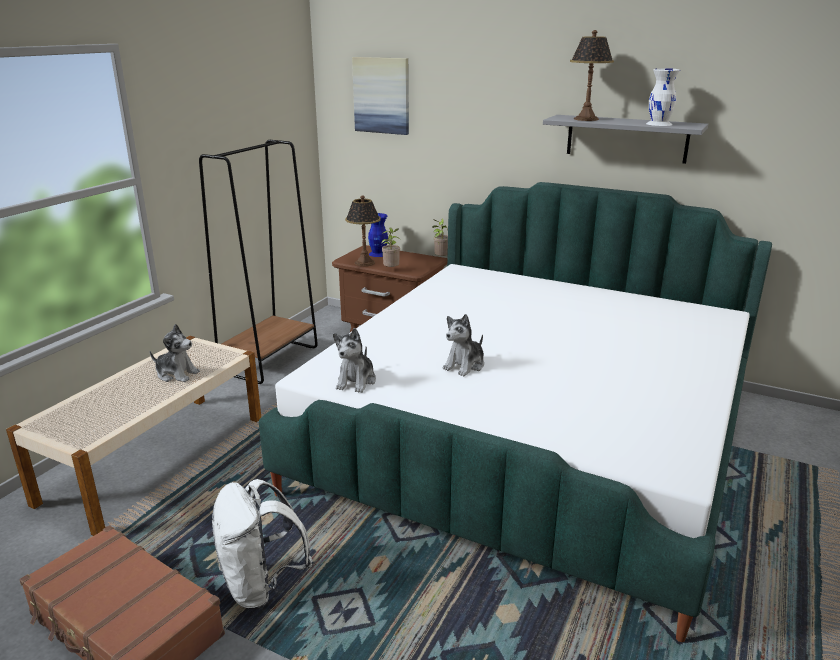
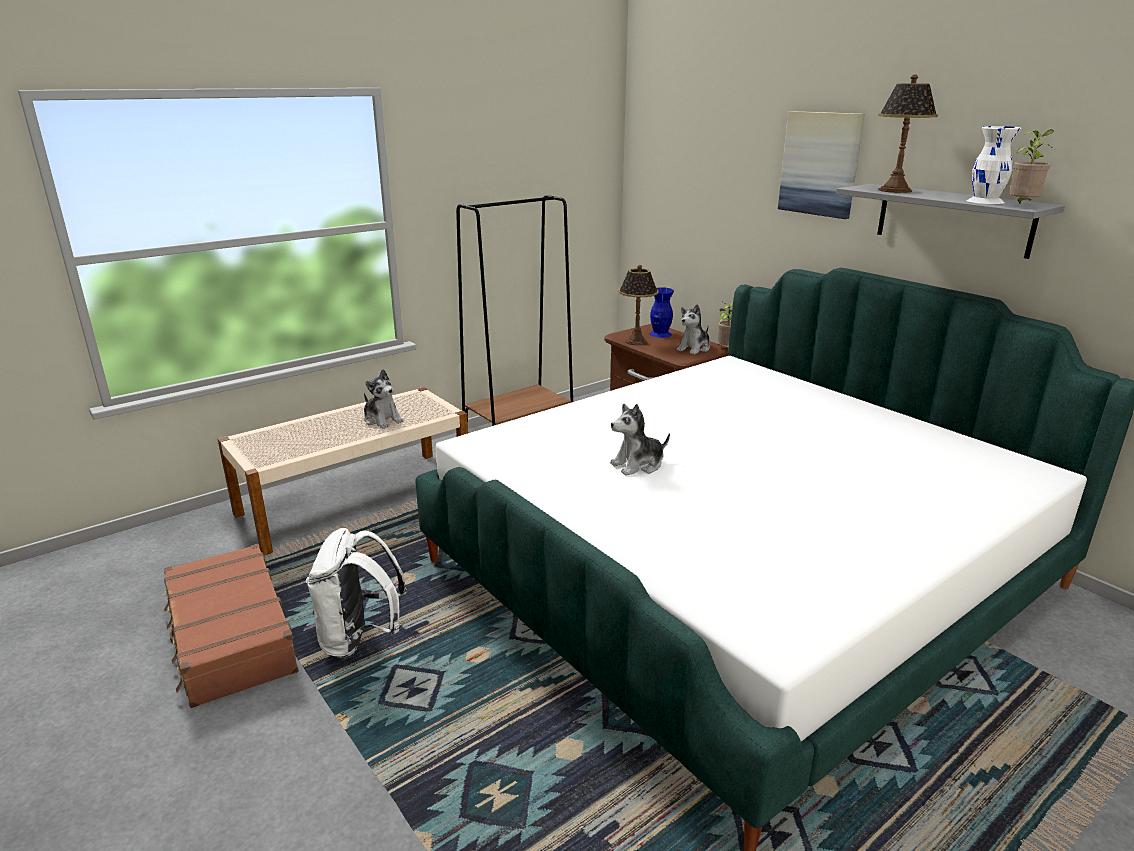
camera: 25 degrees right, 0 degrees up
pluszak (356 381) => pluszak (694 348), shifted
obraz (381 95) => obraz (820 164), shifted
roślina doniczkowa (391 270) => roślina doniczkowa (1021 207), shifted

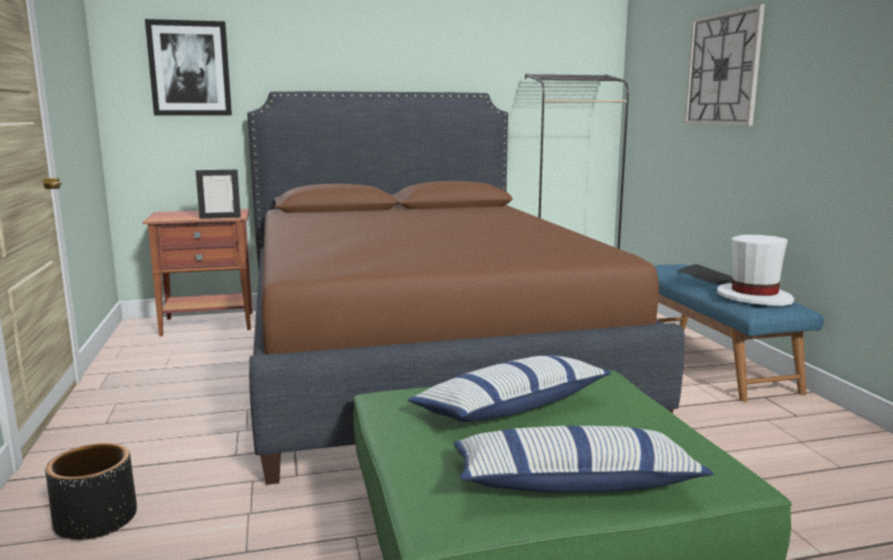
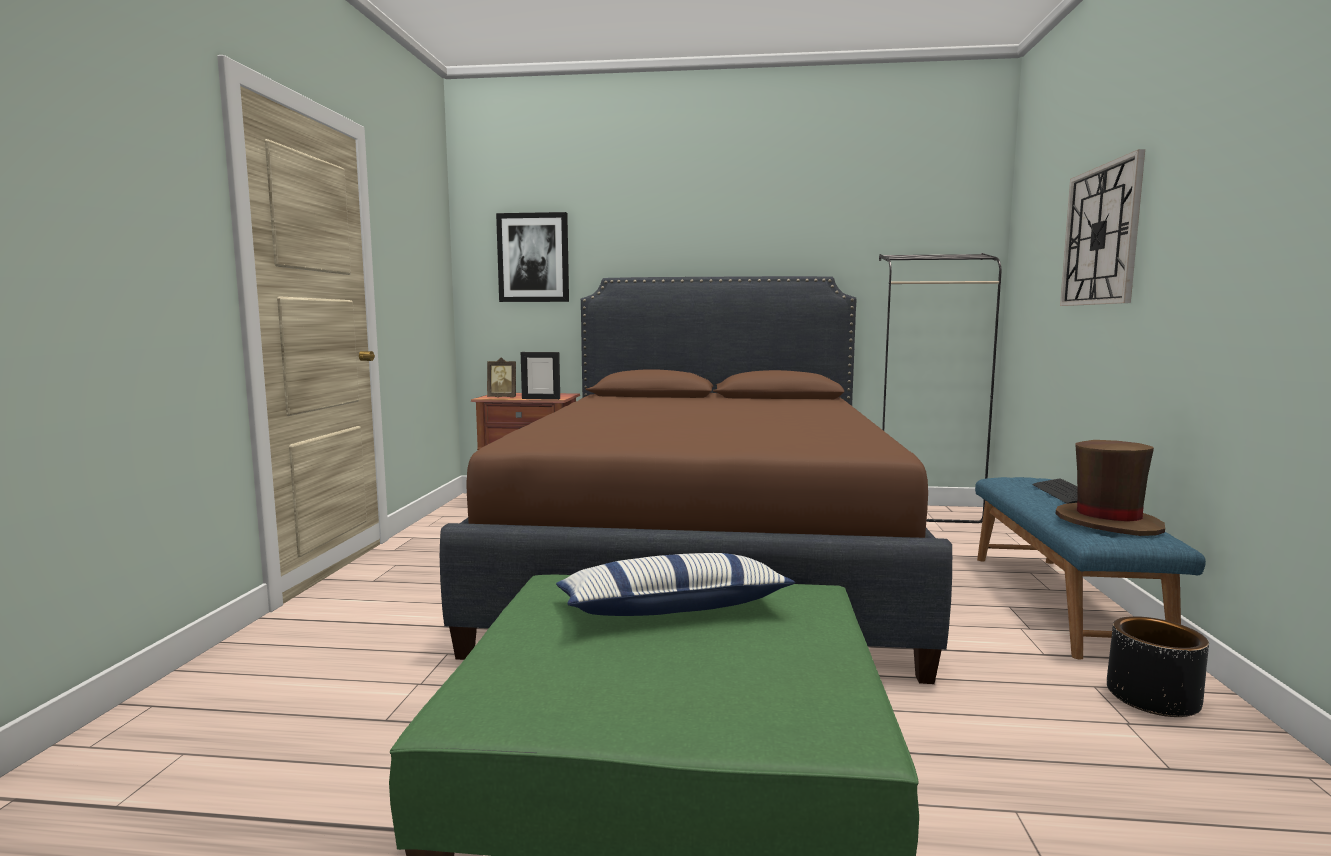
camera: 20 degrees right, 5 degrees down
nothing => ramka na zdjęcie (503 397)
kapelusz [biały] (754 297) => kapelusz [brązowy] (1107 522)
donica [czarny] (97 520) => donica [czarny] (1153 698), shifted
poduszka (572 483) => nothing

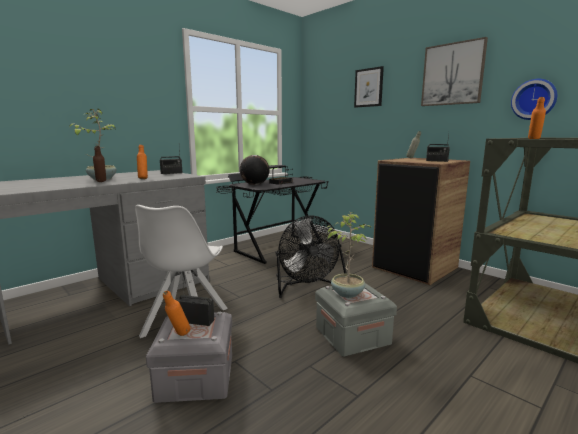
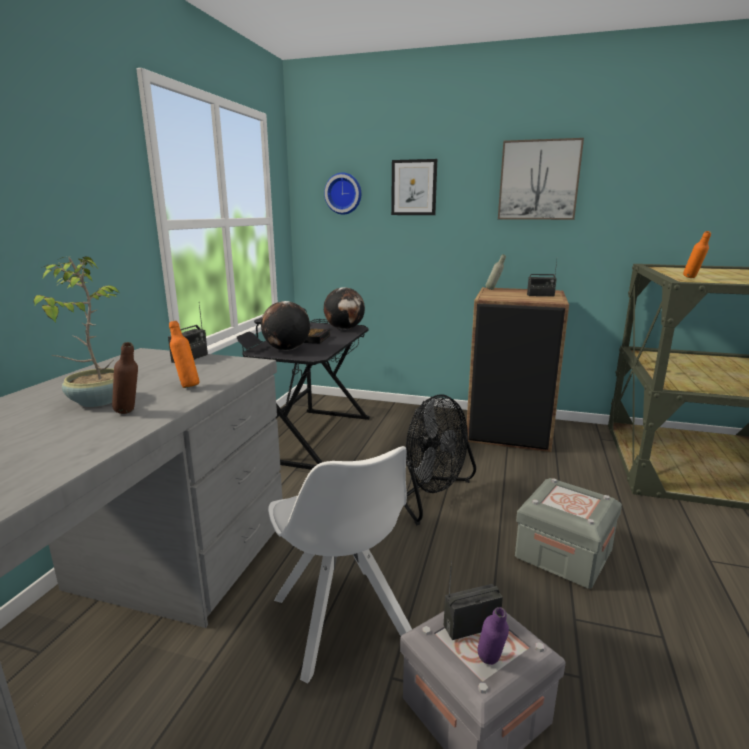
camera: 30 degrees left, 5 degrees up
zegar ścienny (534 99) => zegar ścienny (344 193), shifted
nothing => globus (344 329)
butelka [pomarańczowy] (178 336) => butelka [fioletowy] (490 667)
roślina doniczkowa (347 293) => nothing

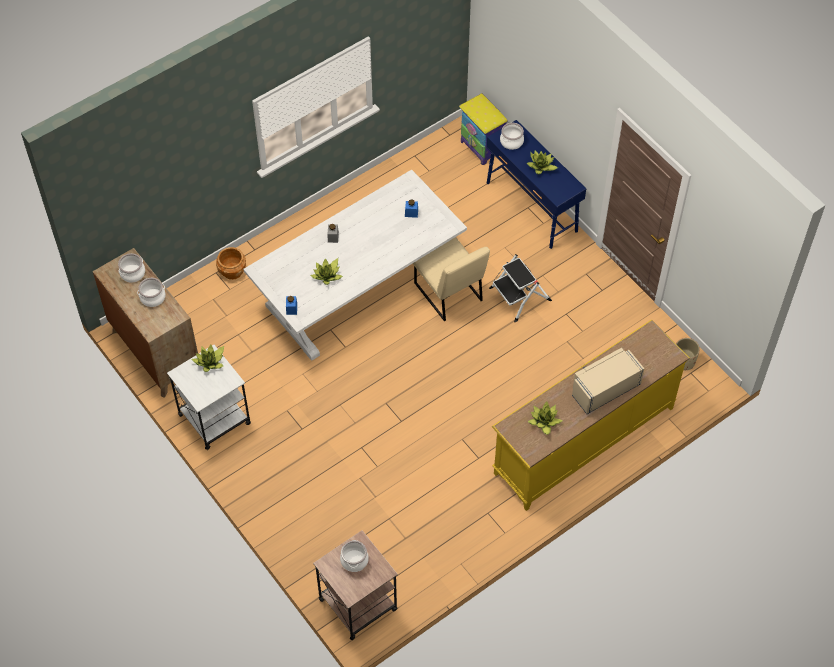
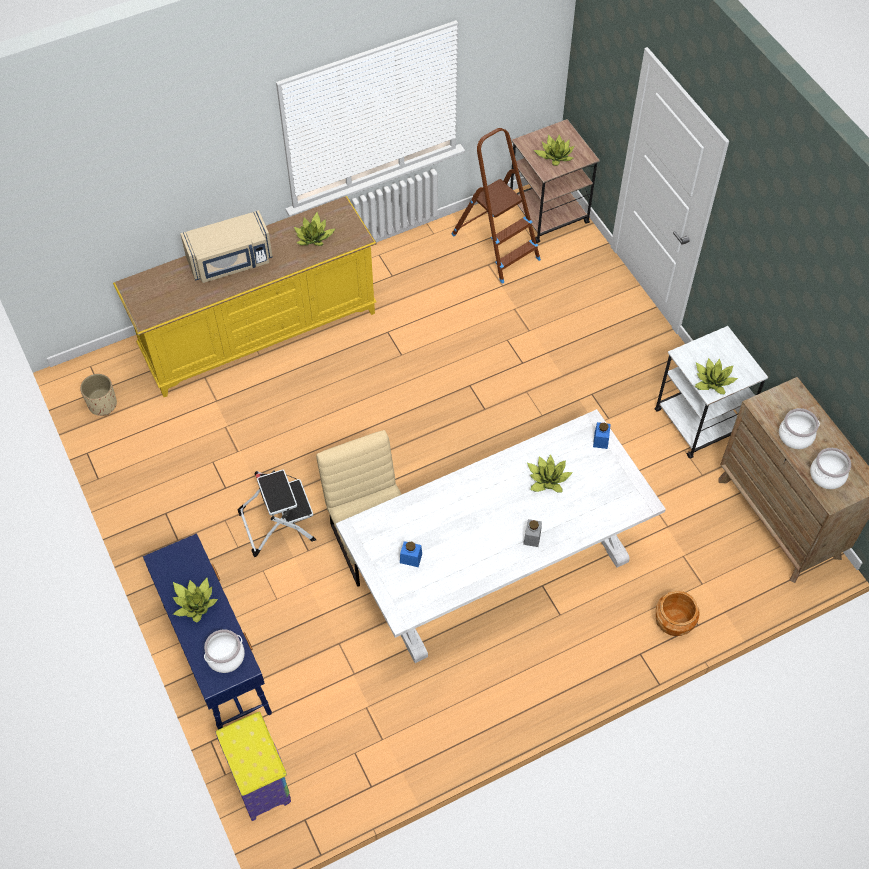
camera: 170 degrees left, 0 degrees up
nothing => drabinka [brązowy] (496 247)
garnek (354 560) => roślina doniczkowa (555 156)

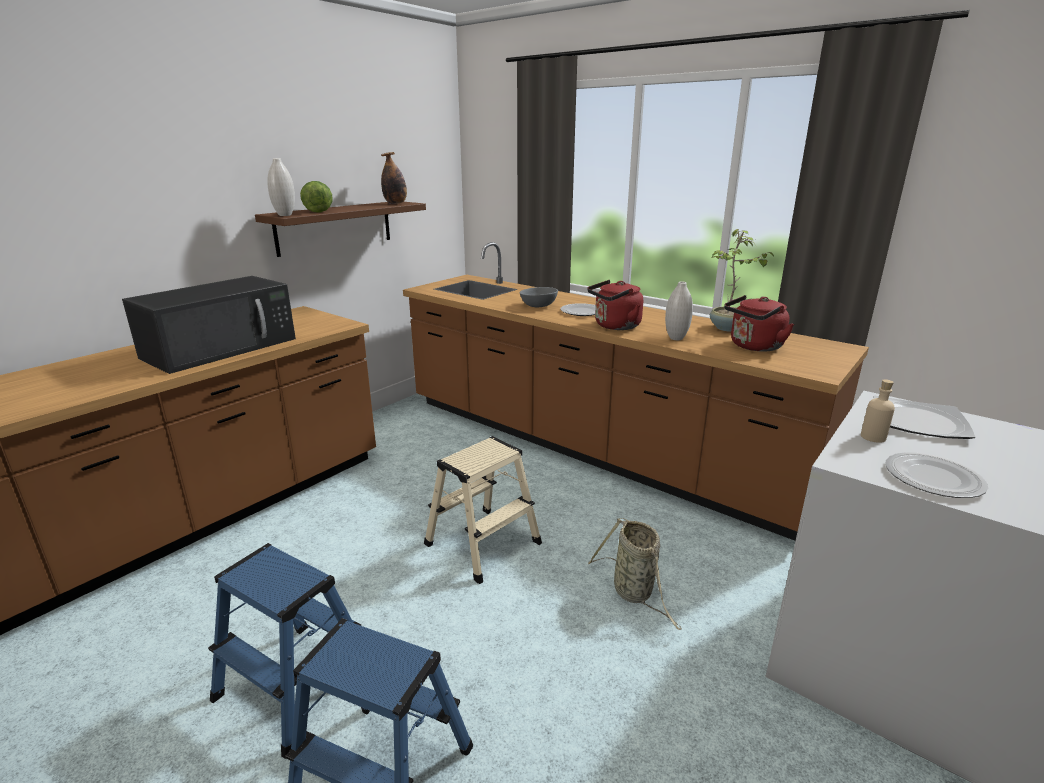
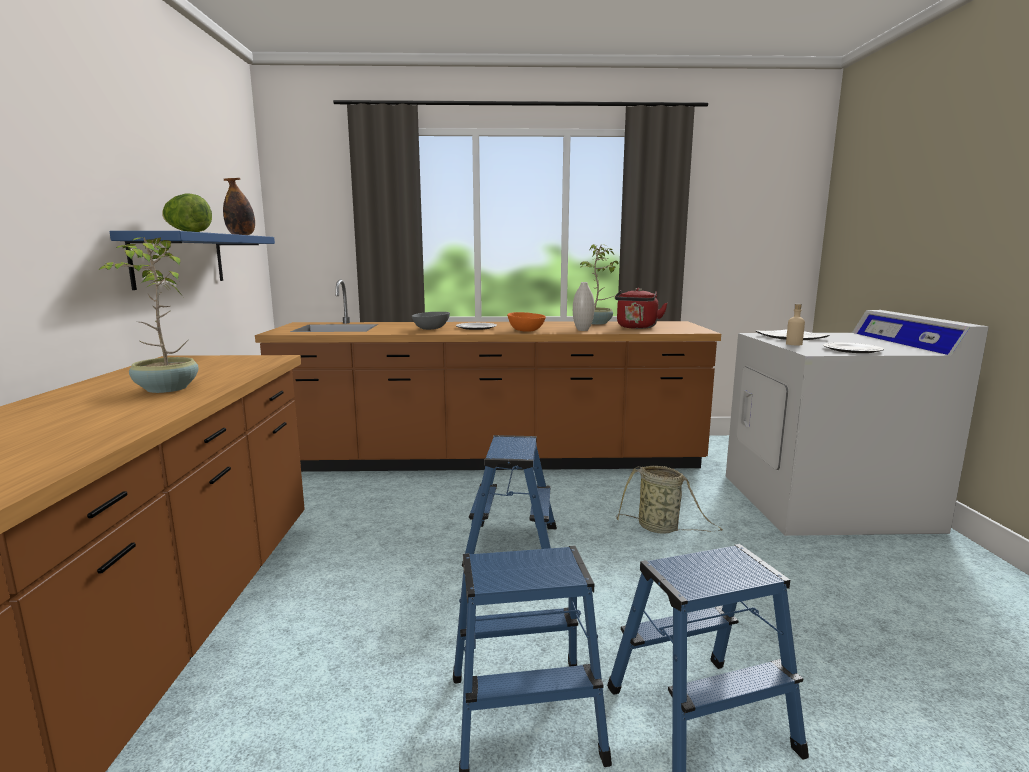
camera: 40 degrees left, 10 degrees down
mikrofalówka [czarny] (222 347) => roślina doniczkowa (165 389)
półka [brązowy] (335 227) => półka [niebieski] (180 259)
drabinka [beżowy] (482 543) => drabinka [niebieski] (512 546)
czajnik [czerwony] (615 326) => miska [pomarańczowy] (525 330)
wazon [biały] (285 215) => nothing

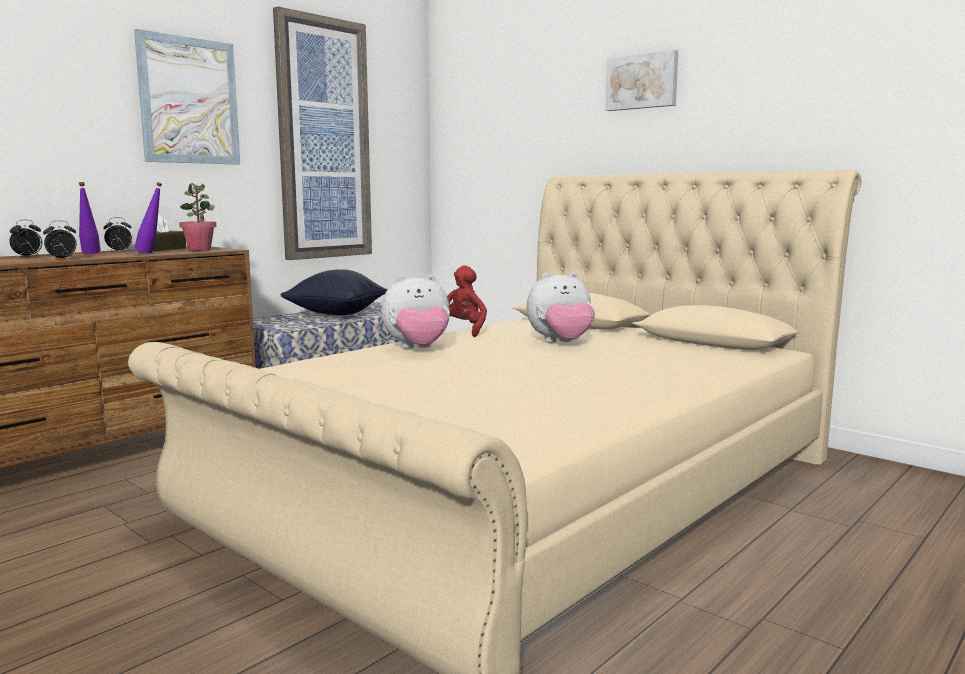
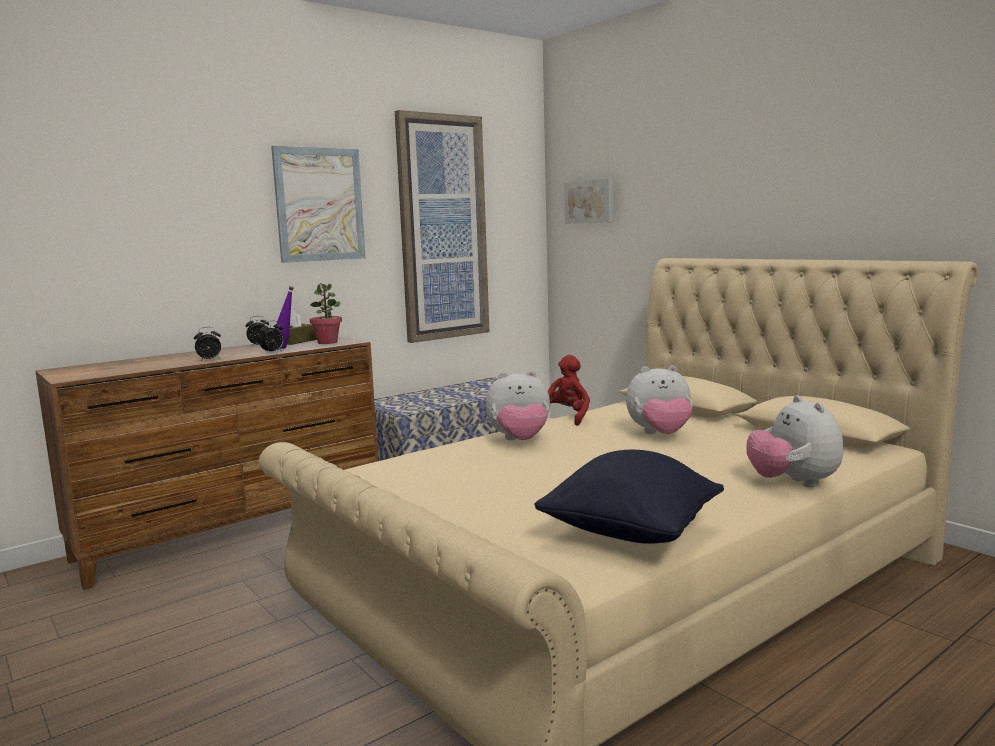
camera: 10 degrees right, 0 degrees up
budzik (28 256) => budzik (273 352), shifted
poduszka [czarny] (336 315) => poduszka [czarny] (630 535), shifted
obraz (642 82) => obraz (590 201), shifted
nothing => pluszak (793 483)
butelka [fioletowy] (90 254) => nothing

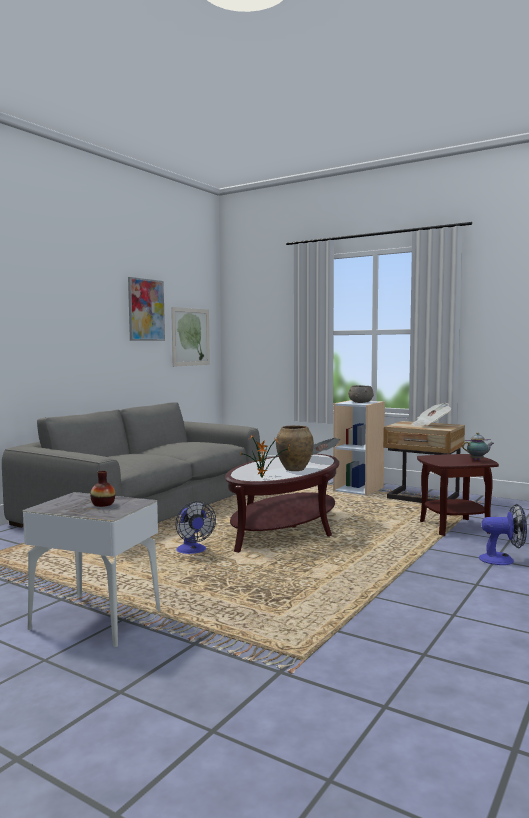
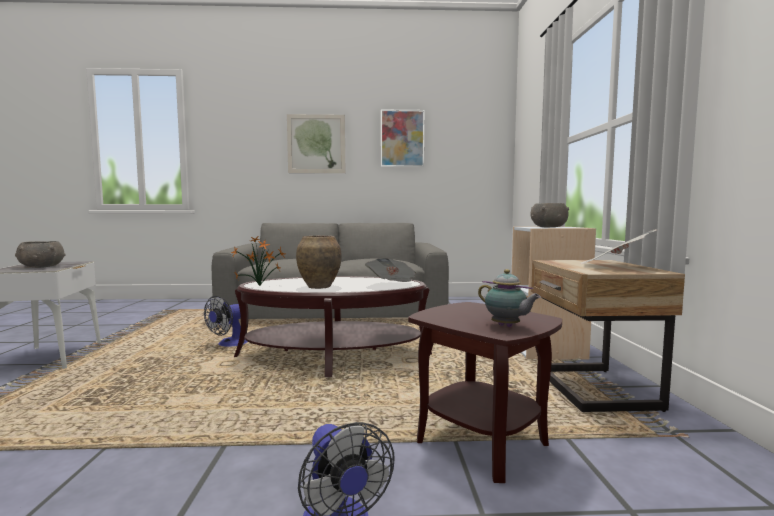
camera: 55 degrees right, 0 degrees up
wazon (103 504) => miska [szary] (41 267)
obraz (190 337) => obraz (316 144), shifted

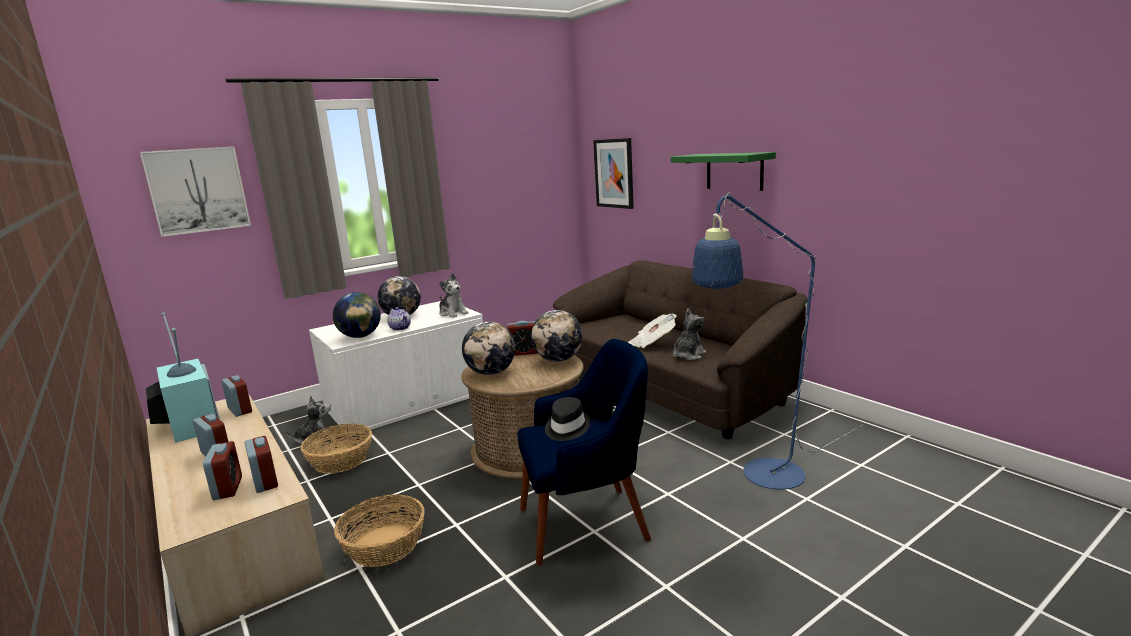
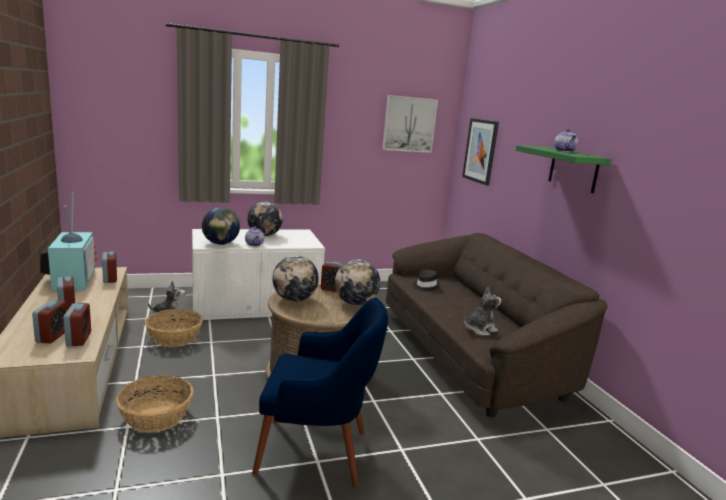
camera: 15 degrees right, 0 degrees up
obraz (197 190) => obraz (409 124), shifted
kapelusz [czarny] (566 428) => kapelusz [czarny] (425 286), shifted
nothing => imbryk (564 151)
pluszak (453 313) => nothing
gazeta (652 343) => nothing
lampa stojąca [niebieski] (764 479) => nothing

